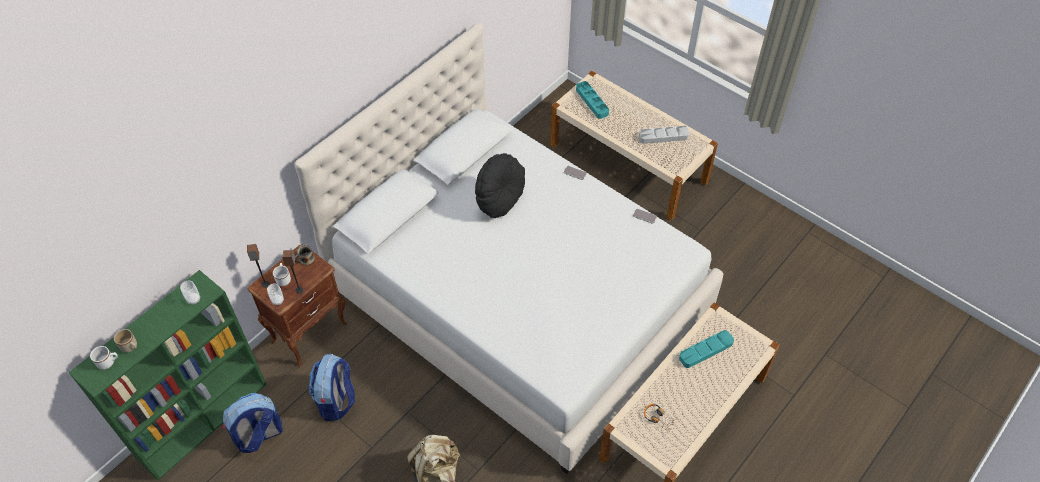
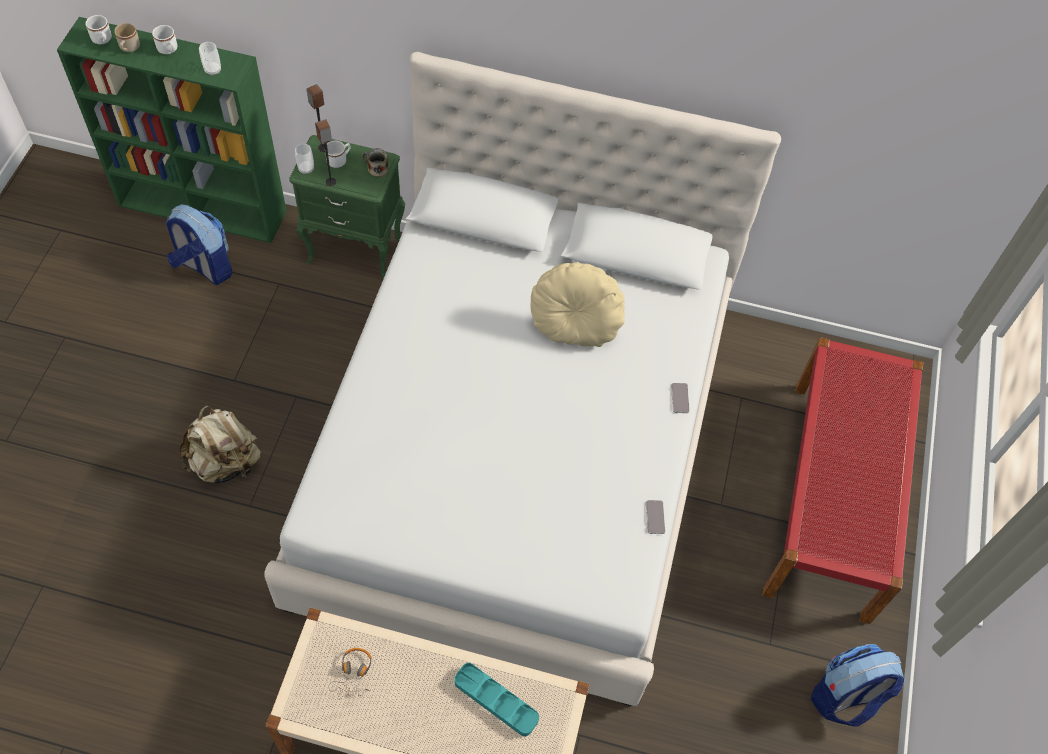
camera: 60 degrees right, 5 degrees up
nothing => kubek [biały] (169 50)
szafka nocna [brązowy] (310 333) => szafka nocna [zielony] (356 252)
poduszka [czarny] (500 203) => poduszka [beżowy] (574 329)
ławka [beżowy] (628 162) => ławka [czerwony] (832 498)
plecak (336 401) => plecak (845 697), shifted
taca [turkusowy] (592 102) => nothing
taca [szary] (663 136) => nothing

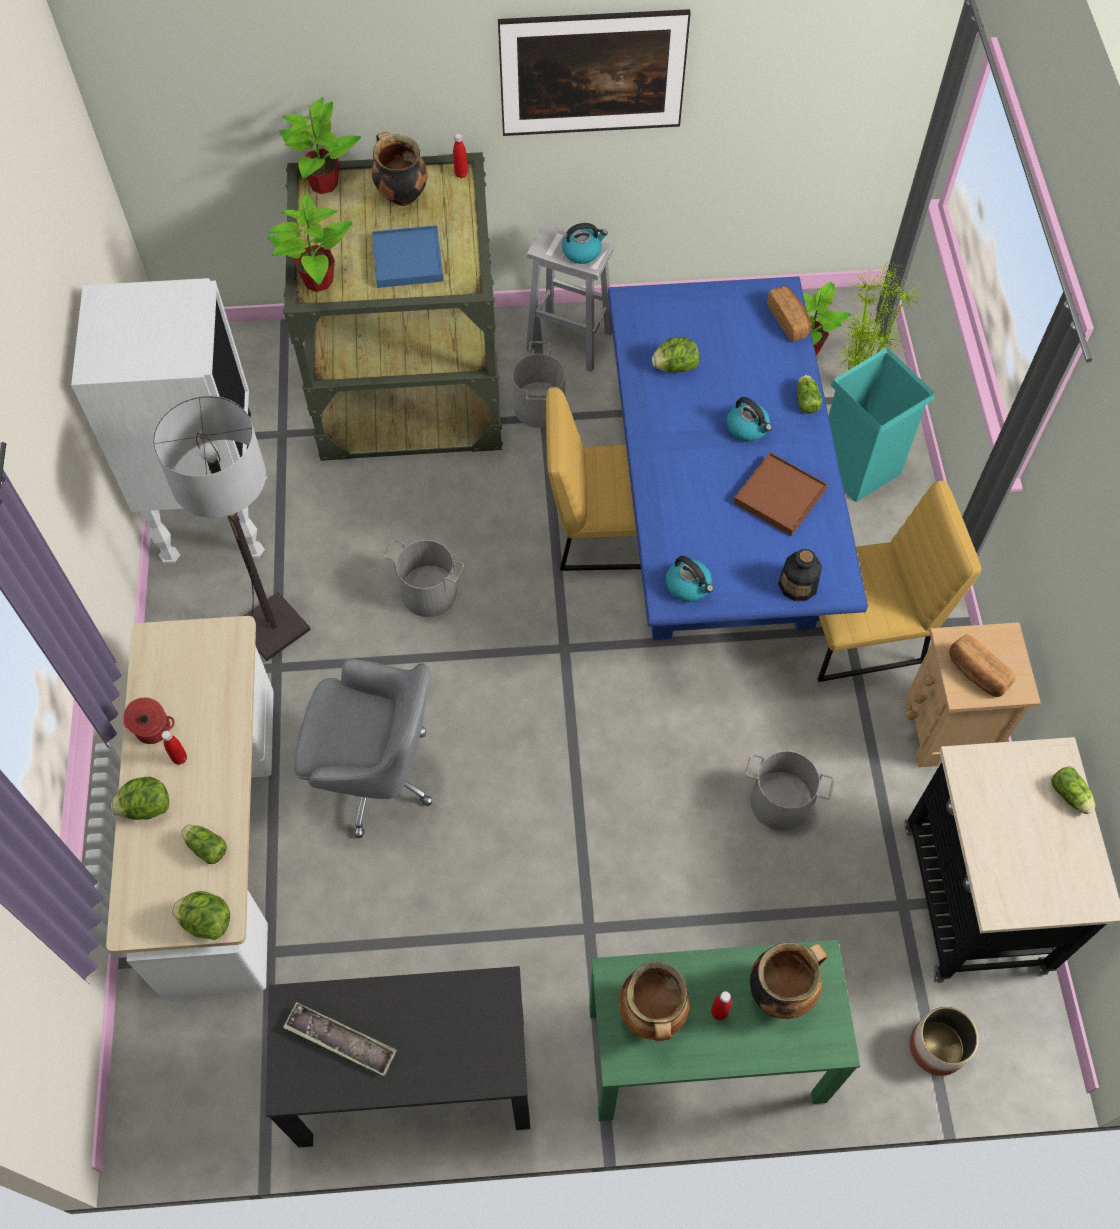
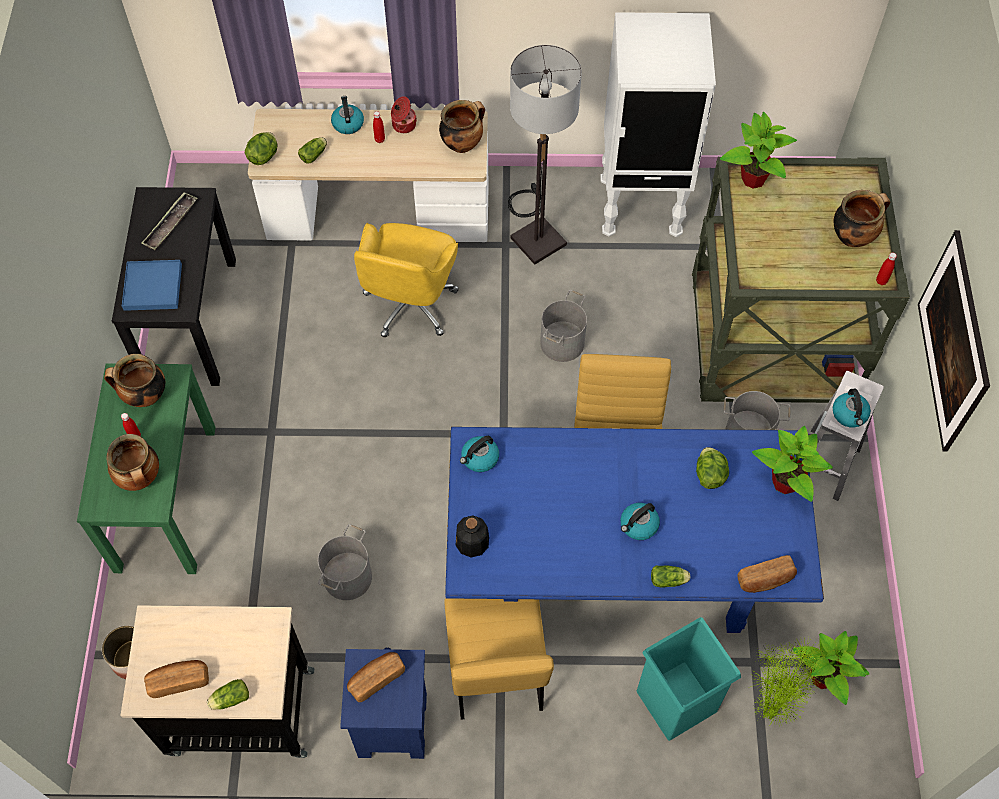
camera: 95 degrees right, 0 degrees up
taca [niebieski] (407 260) => taca [niebieski] (152 287), shifted
nothing => chleb (179 681)
sałata (146 807) => czajnik (347 123)
szafka nocna [beżowy] (946 731) => szafka nocna [niebieski] (391 723)
krzesło biurowe [szary] (375 776) => krzesło biurowe [żółty] (410 304)
nothing => garnek (462 144)
roślina doniczkowa (324 183) => roślina doniczkowa (786 483), shifted
taca [brązowy] (780 496) => nothing

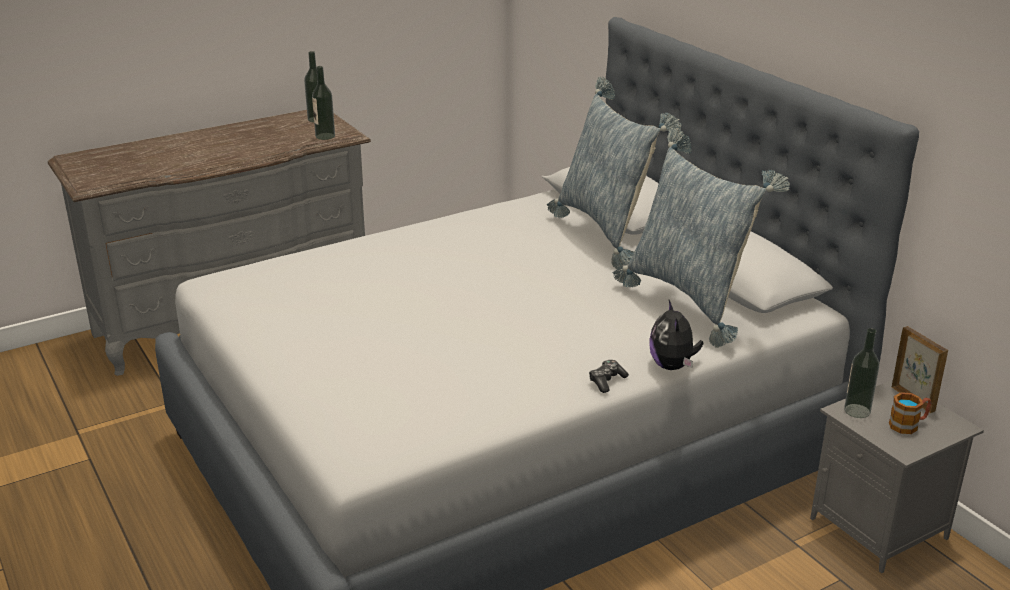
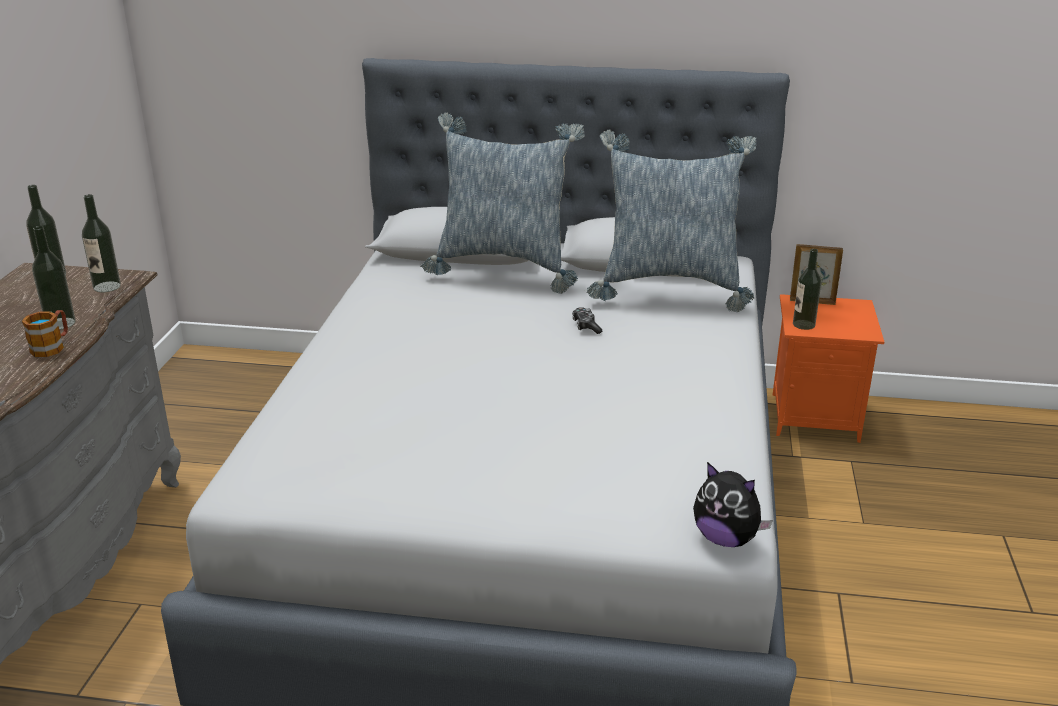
camera: 50 degrees left, 0 degrees up
kubek (908 425) => kubek (52 346), shifted
nothing => butelka (60 323)
pad do gier (606 381) => pad do gier (586 326), shifted
pluszak (673 366) => pluszak (726 539), shifted
szafka nocna [szary] (882 529) => szafka nocna [pomarańczowy] (816 416)

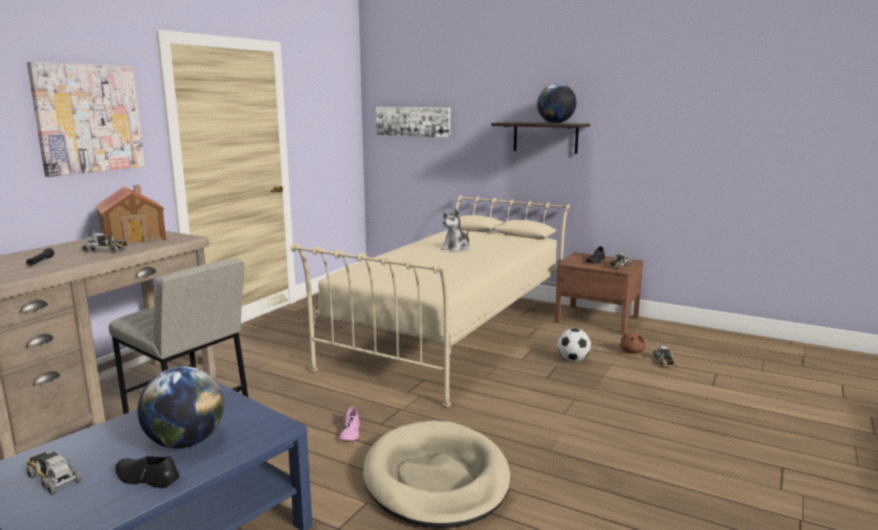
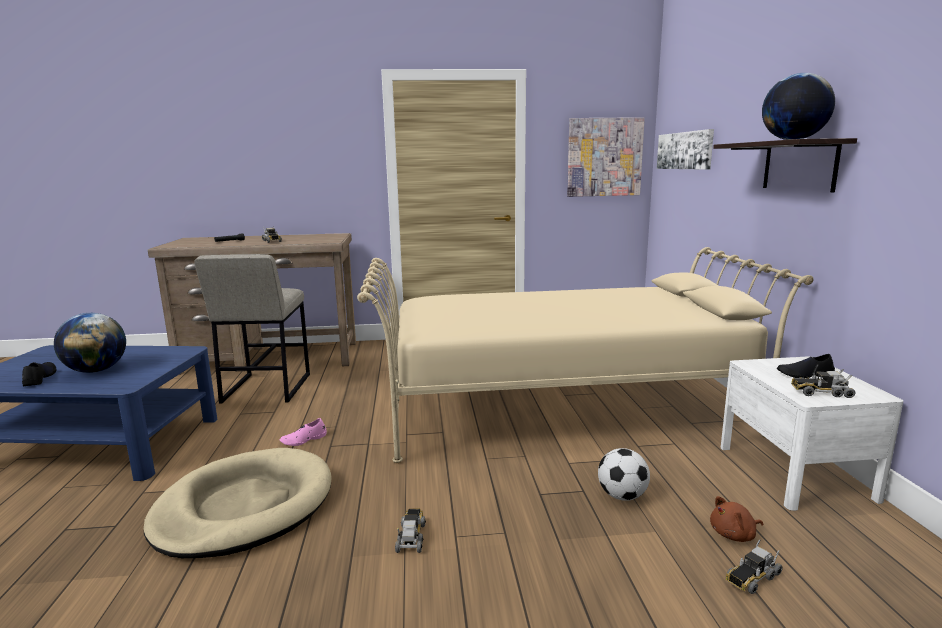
camera: 55 degrees right, 0 degrees up
ciężarówka zabawkowa (53 478) => ciężarówka zabawkowa (411 536), shifted
obraz (89 118) => obraz (604 157), shifted
szafka nocna [brązowy] (596 319) => szafka nocna [biały] (794 472)
domek (134 238) => nothing
pluszak (456 248) => nothing

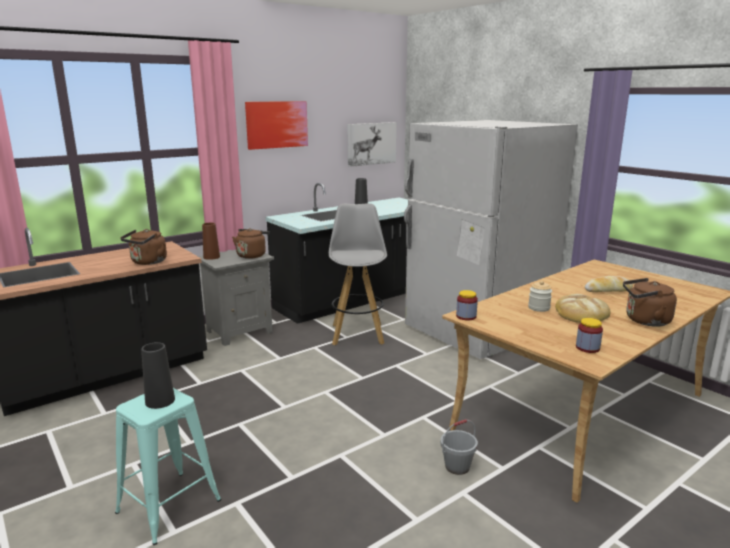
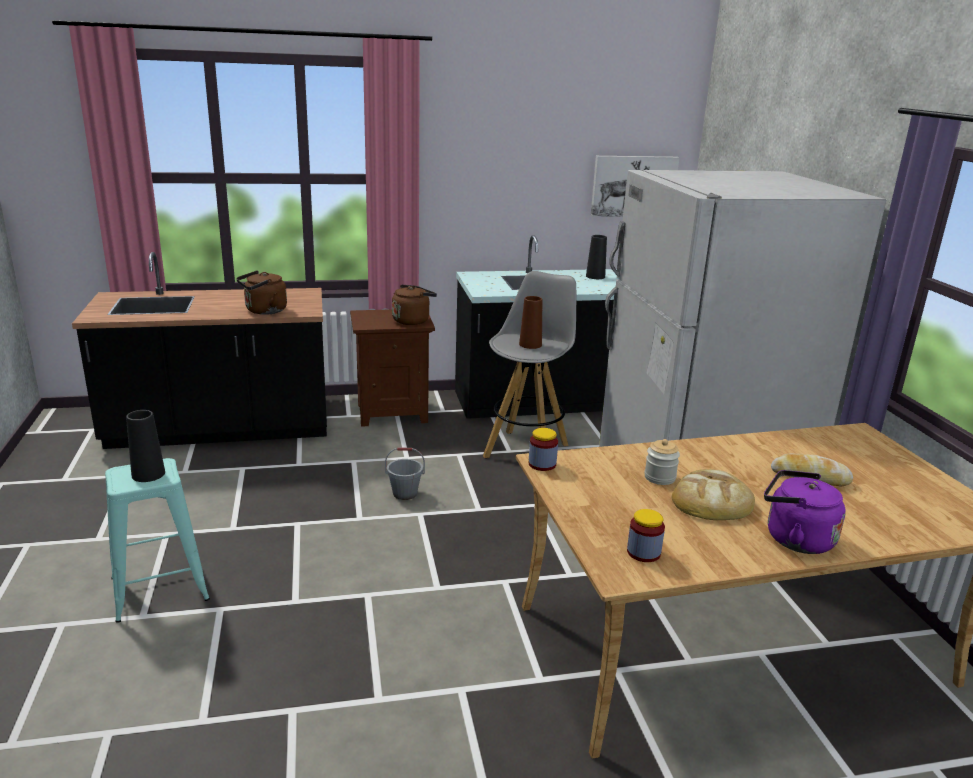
camera: 25 degrees right, 5 degrees up
szafka nocna [szary] (241 332) => szafka nocna [brązowy] (393 413)
wiadro [szary] (457 466) => wiadro [szary] (405 493), shifted
wazon [brązowy] (211 257) => wazon [brązowy] (530 344), shifted
czajnik [brązowy] (644 321) => czajnik [fioletowy] (794 539)
obraz (276 124) => nothing

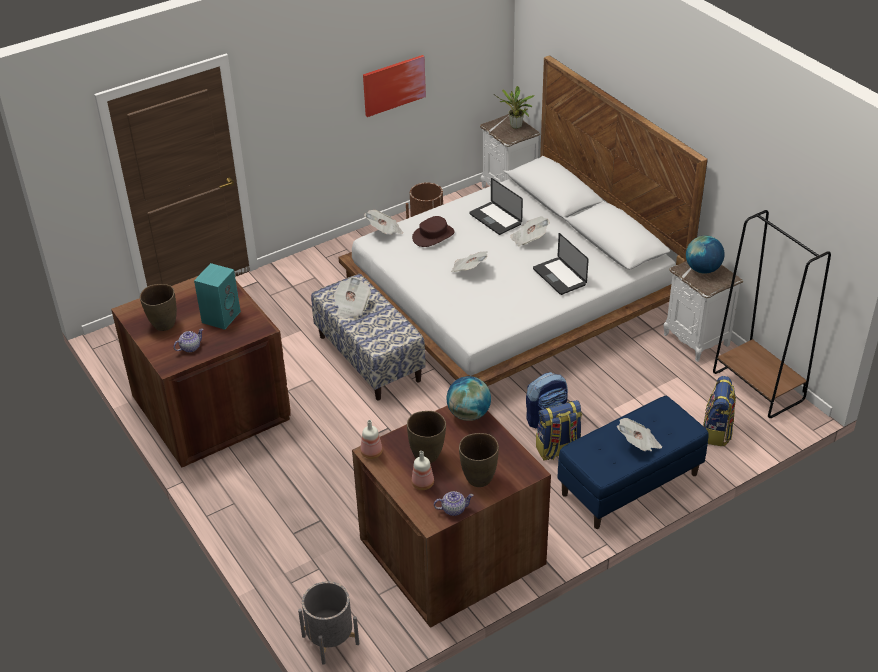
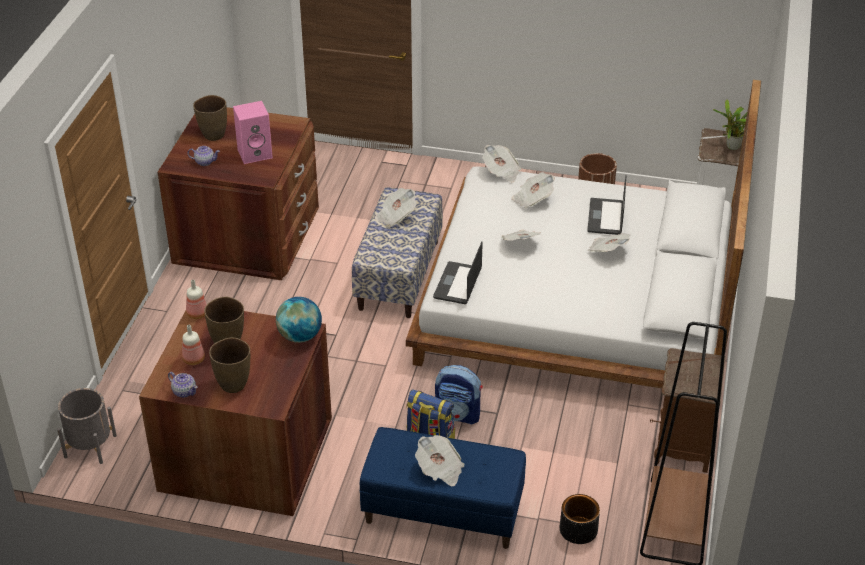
camera: 45 degrees right, 0 degrees up
głośnik [turkusowy] (221 316) => głośnik [różowy] (255 153)
laptop (559 277) => laptop (457 284), shifted
kapelusz [brązowy] (433 235) => gazeta (532 199)
plecak (717 432) => donica [czarny] (578 530)
szafka nocna [biały] (695 341) => szafka nocna [brązowy] (681 446)
obraz (394 85) => nothing
globus (702 269) => nothing

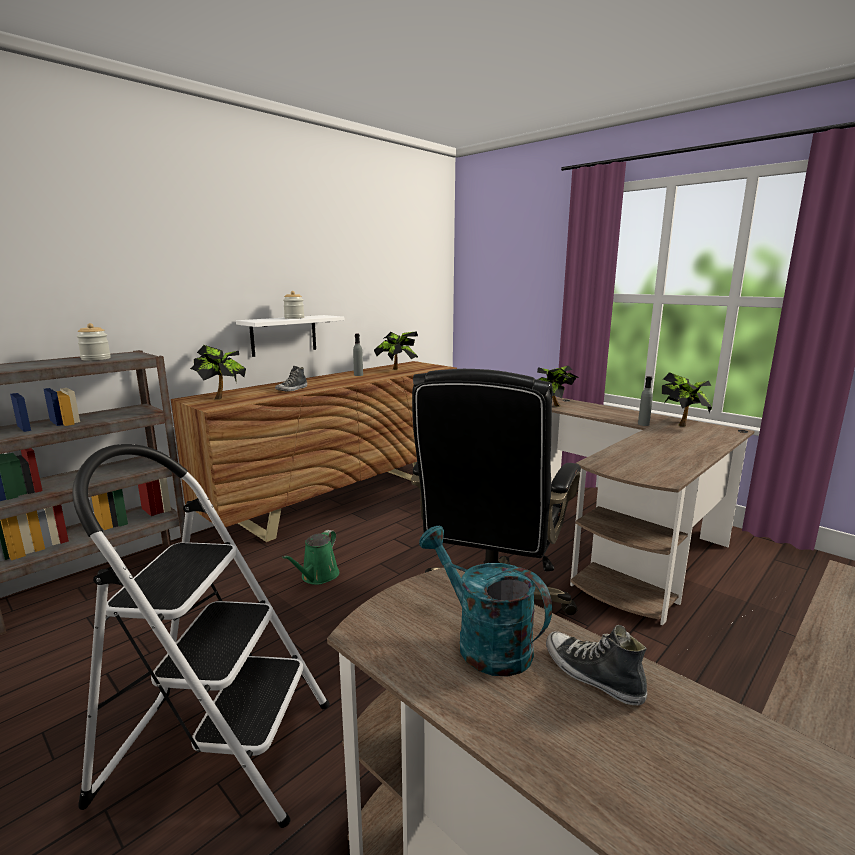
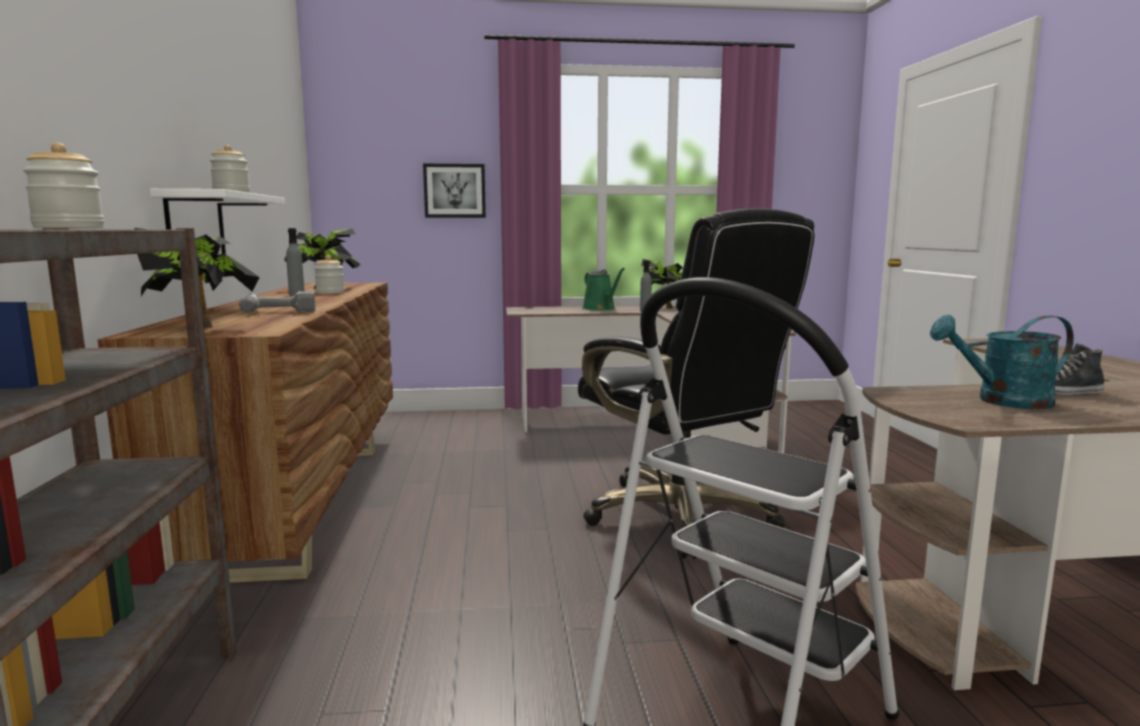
camera: 50 degrees left, 5 degrees down
but (292 389) => wiertarka (279 310)
nothing => słoik (330 292)
nothing => obraz (454 191)
konewka [zielony] (318 576) => konewka [zielony] (600 309), shifted
roślina doniczkowa (553 406) => nothing

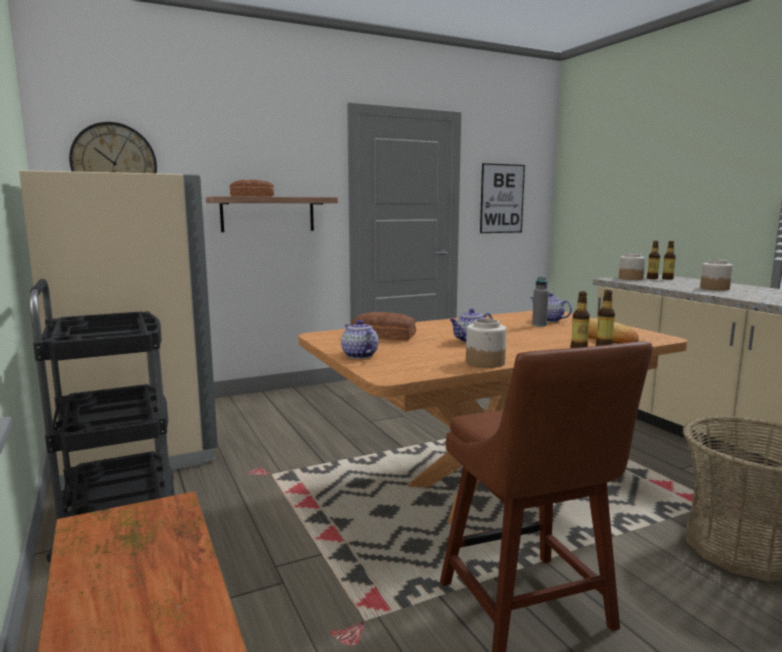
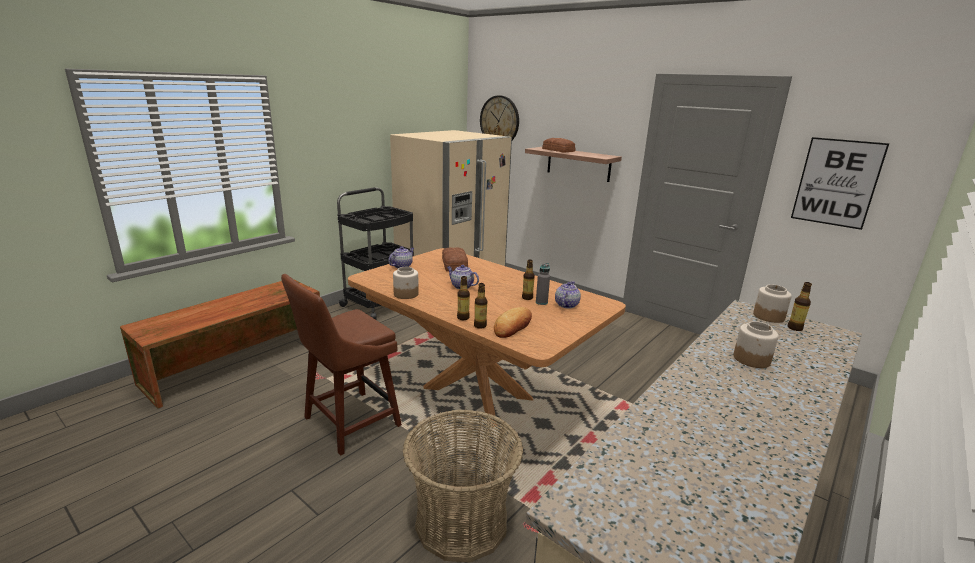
camera: 65 degrees right, 10 degrees up
butelka (667 279) => butelka (527 298), shifted

